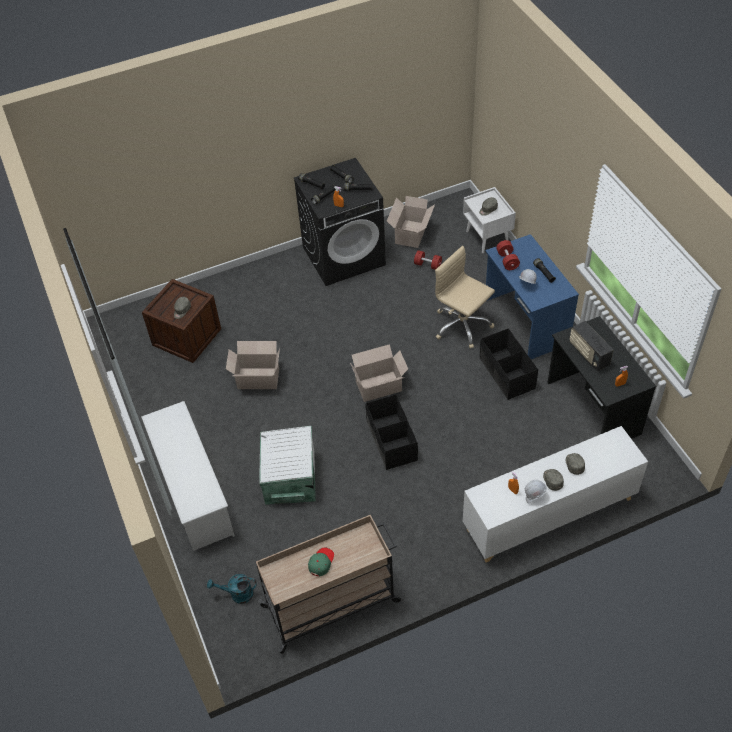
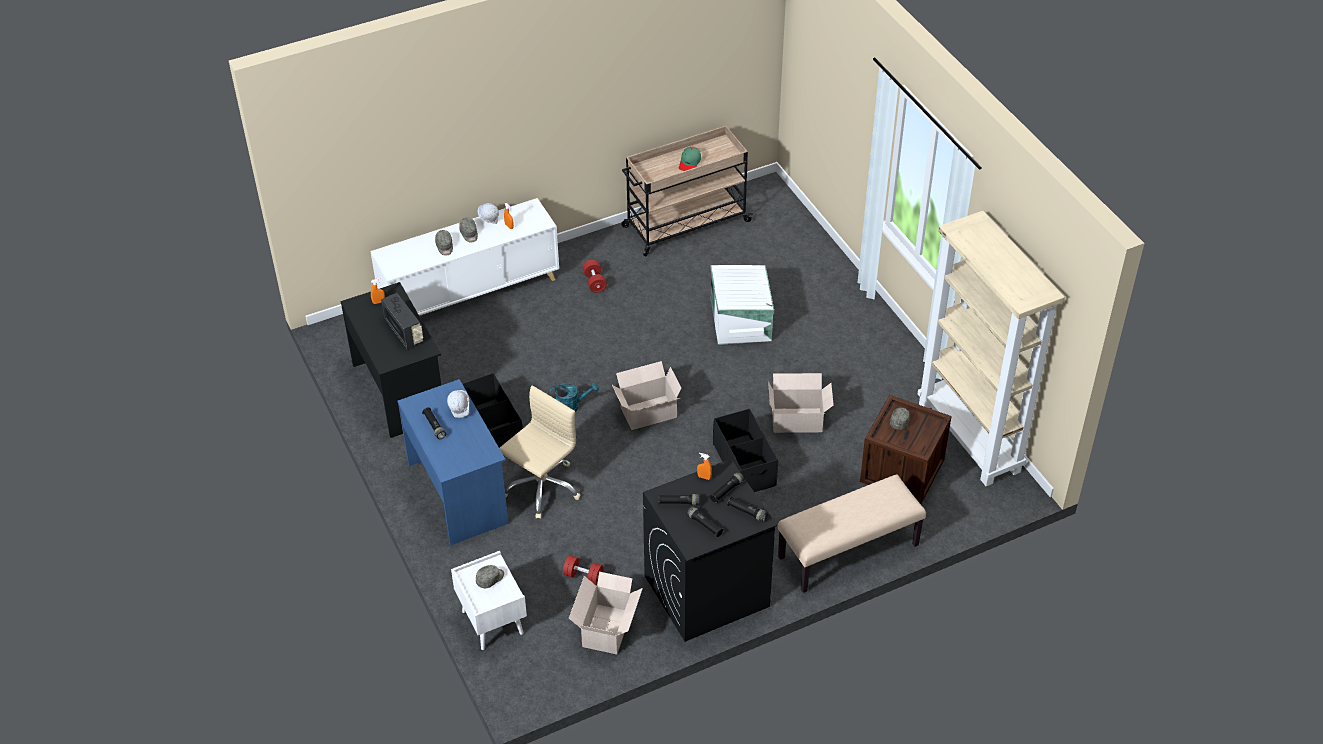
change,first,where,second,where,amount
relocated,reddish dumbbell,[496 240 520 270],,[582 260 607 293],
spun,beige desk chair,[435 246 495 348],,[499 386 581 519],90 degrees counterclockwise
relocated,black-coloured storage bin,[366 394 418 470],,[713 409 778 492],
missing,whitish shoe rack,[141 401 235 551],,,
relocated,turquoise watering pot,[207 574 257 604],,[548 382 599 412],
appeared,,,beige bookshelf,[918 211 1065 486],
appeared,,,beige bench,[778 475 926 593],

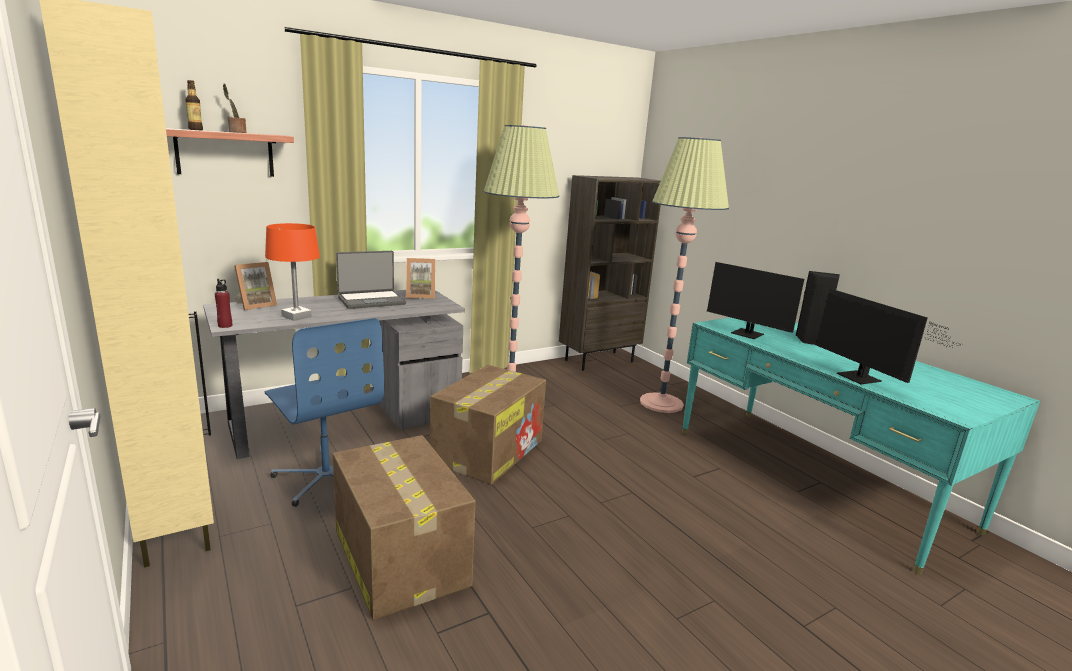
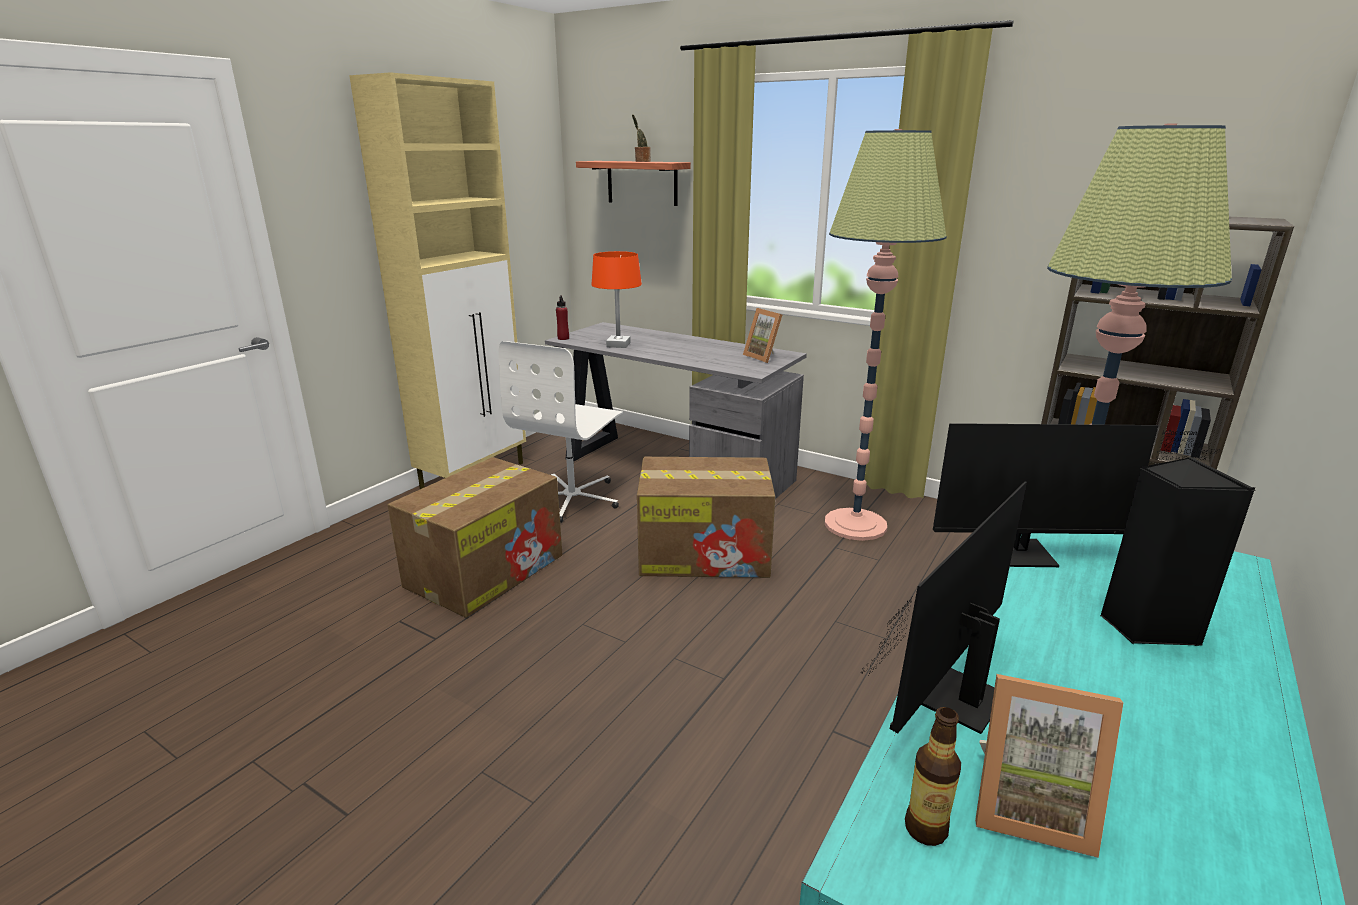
change,first,where,second,where,amount
relocated,drink bottle,[185 80 203 130],,[905 707 961 846],
missing,portable computer,[336 251 406 309],,,
relocated,picture frame,[234 262 277 310],,[975 674 1123 858],
spun,monitor,[707 262 824 339],,[933 423 1220 567],105 degrees counterclockwise
colour,blue desk chair,[265 318 384 507],whitish desk chair,[498 341 623 523],

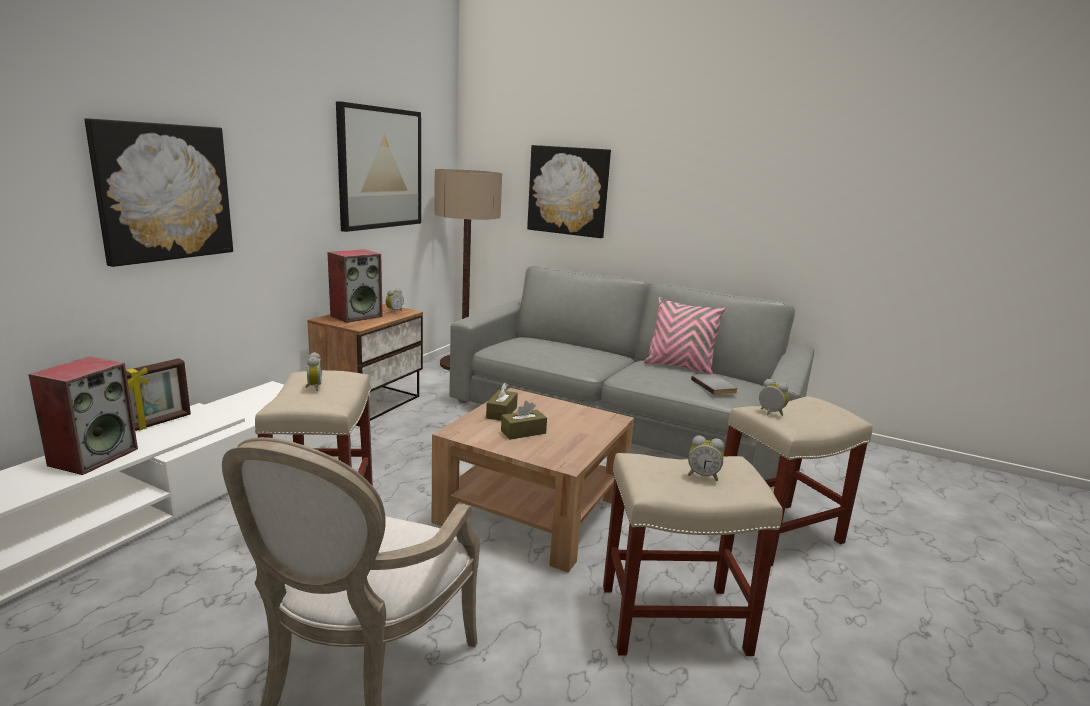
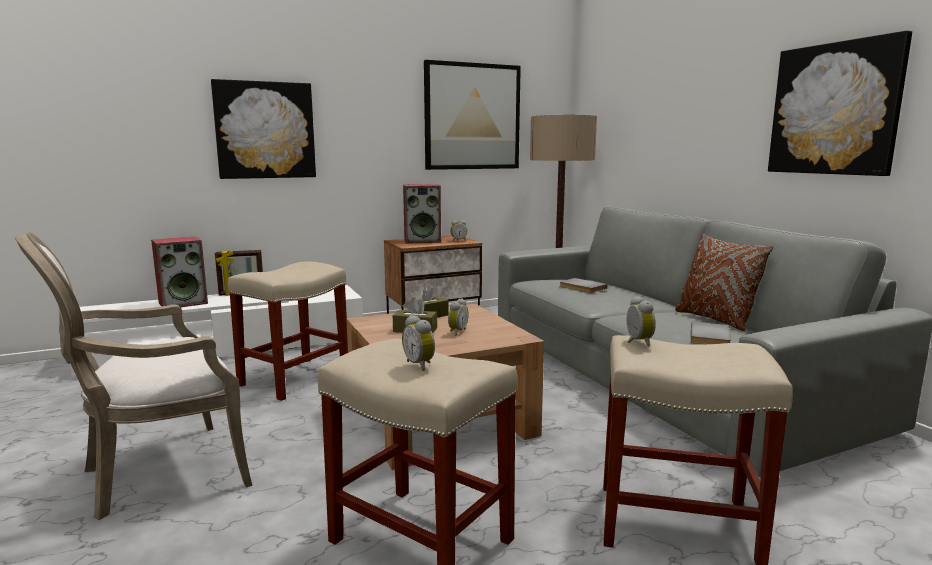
change,first,where,second,where,amount
relocated,wall picture,[527 145 611 238],,[768 30 912 176],
colour,pink cushion,[644 297 726 374],brown cushion,[675 234 773 331],
relocated,bedside clock,[306 352 322 391],,[448 298 469 335],
appeared,,,greyish volume,[560 278 607 293],

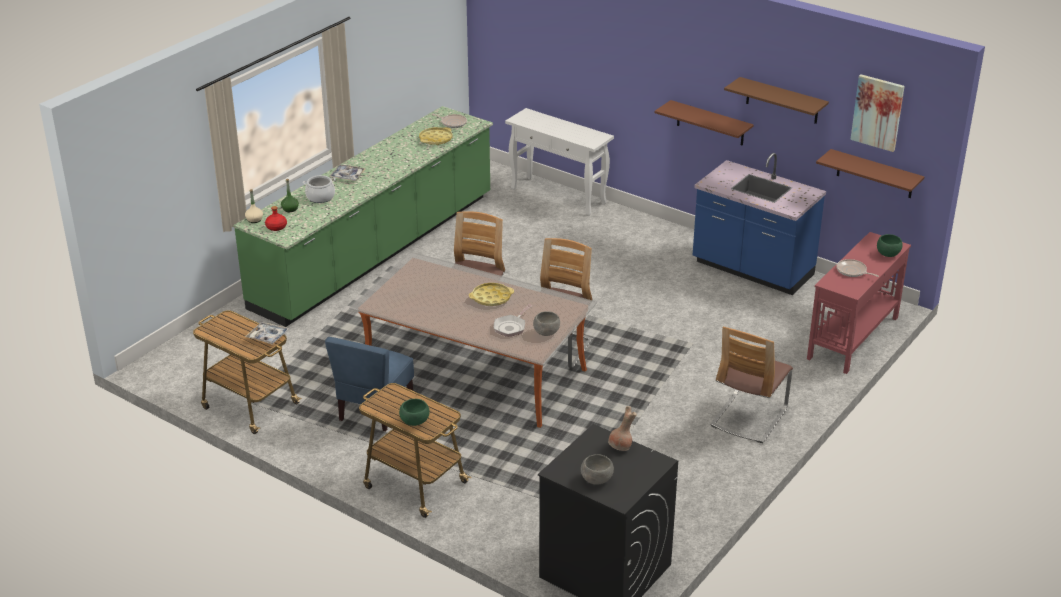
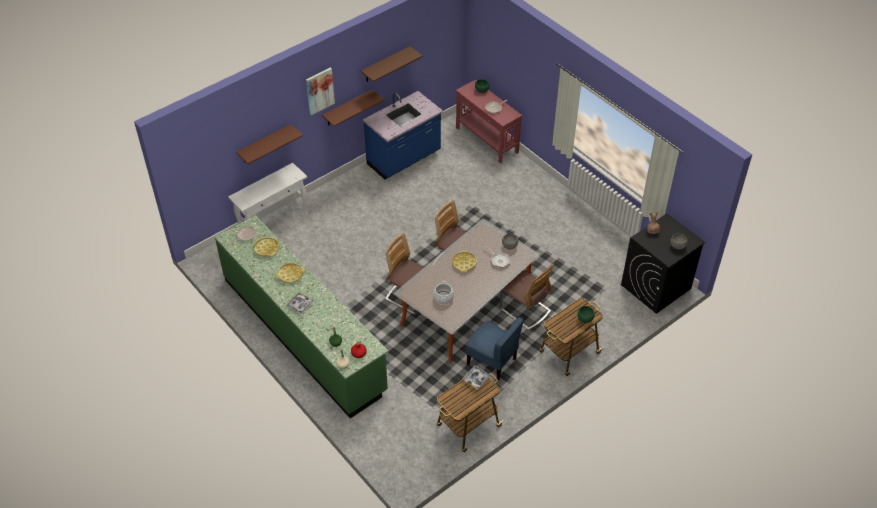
change,first,where,second,where,amount
relocated,wall picture,[850 74 905 152],,[306 68 335 115],
relocated,brown shelf,[816 149 924 198],,[236 124 303 164],
relocated,stockpot,[303 175 336 203],,[433 281 454 305],
relocated,upright chair,[711 326 793 443],,[500 264 554 330],
appeared,,,yellow-coloured serving tray,[275 263 305 283],

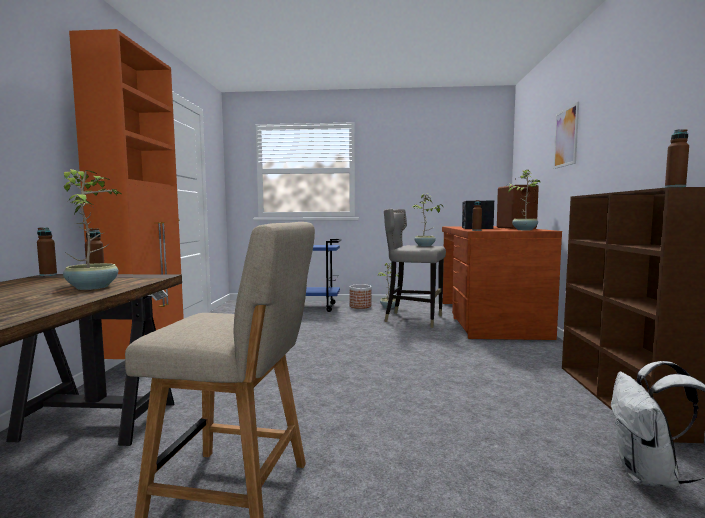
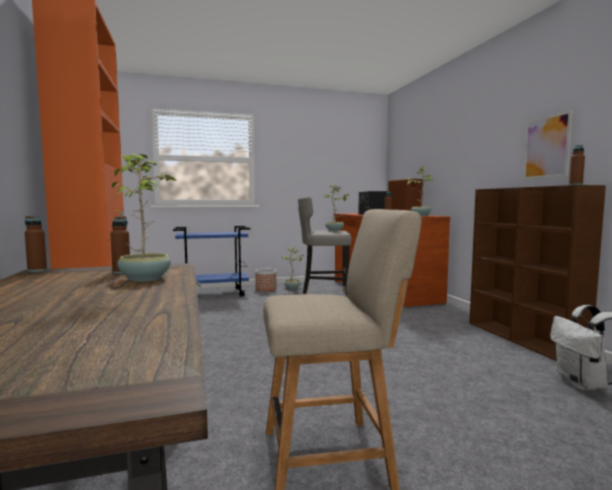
change,first,where,second,where,amount
relocated,wall picture,[553 102 579 169],,[523 110 573 180],

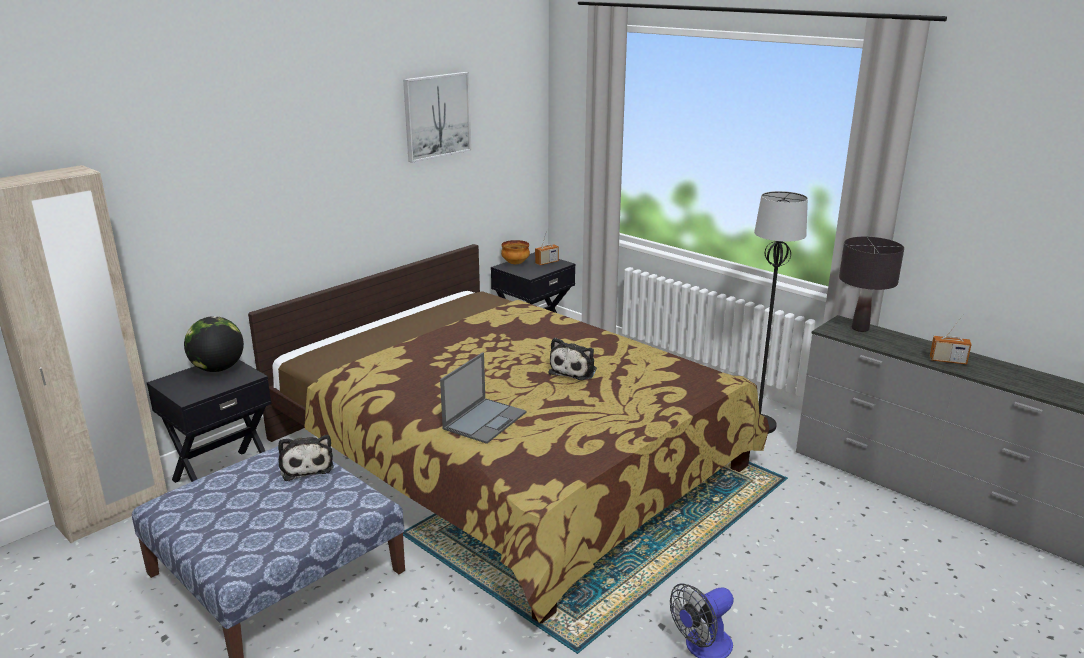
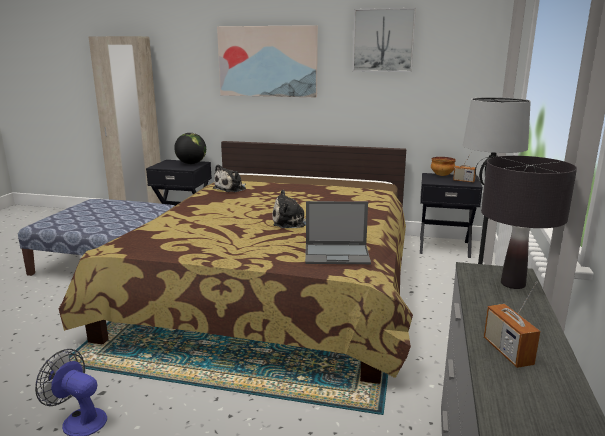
change,first,where,second,where,amount
relocated,portable computer,[440 352 527 444],,[305 201 371 264],
relocated,plush toy,[278 435 334 481],,[213 164 246 192],
appeared,,,wall picture,[217 25 318 97],

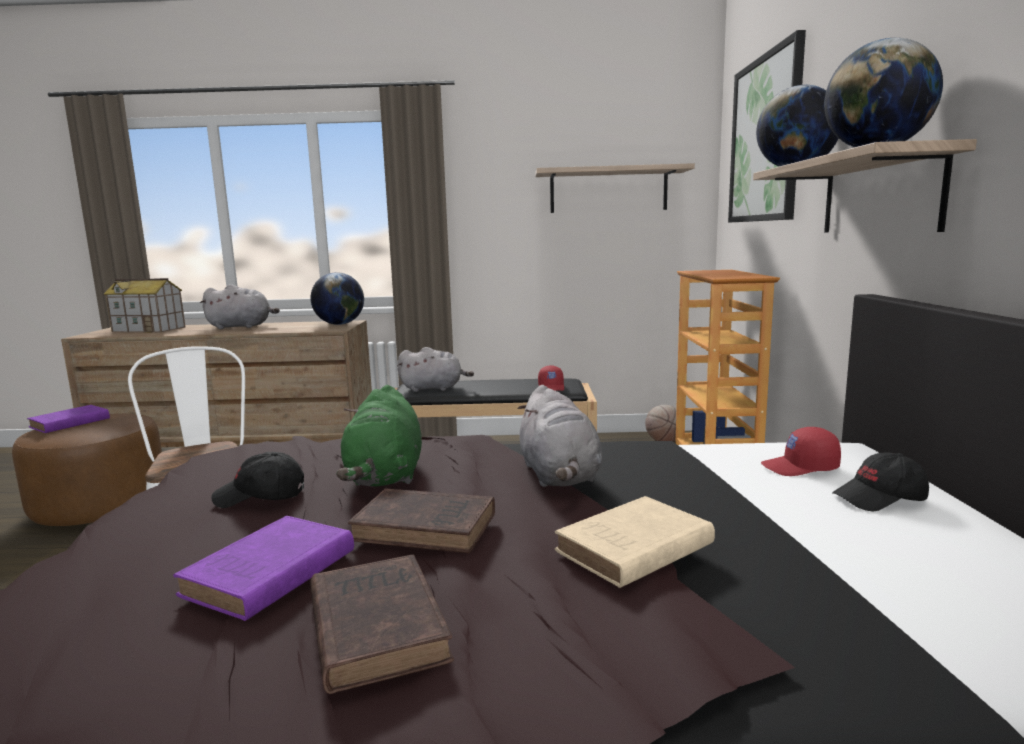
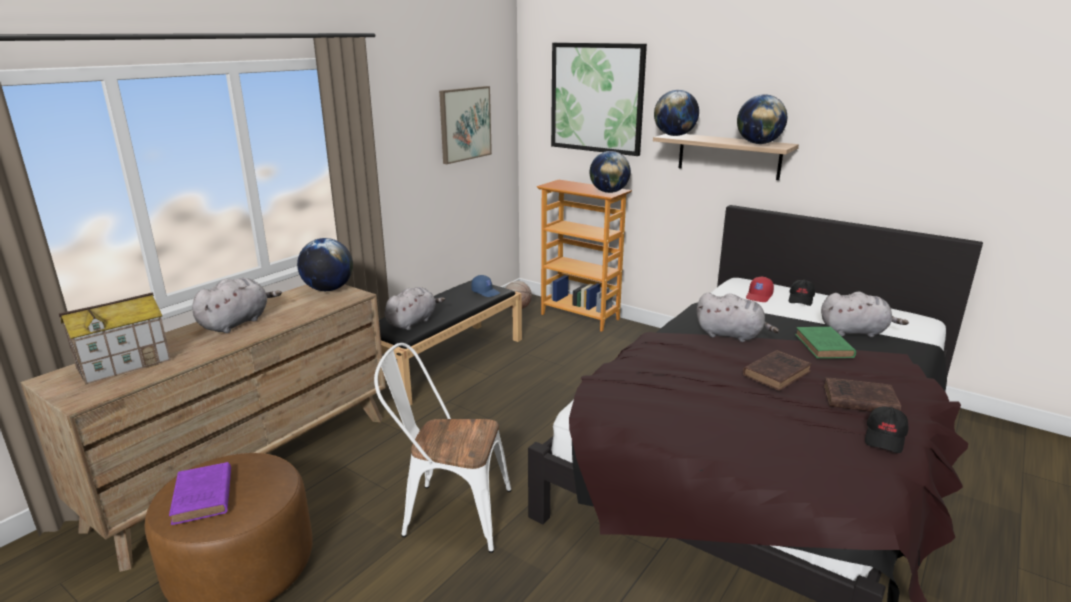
change,first,where,second,where,amount
exchanged,shelf,[535 163 695 213],wall picture,[439 86 492 164],
colour,reddish cap,[538 365 564 391],blue cap,[471 275 500 297],
missing,greenish plush toy,[336 385 422 487],,,
relocated,black-coloured cap,[212 452 304 508],,[865 406 908 453],
colour,beige volume,[555 496 715 588],greenish volume,[795 327 856 359],
missing,purple-coloured volume,[173 516 354 621],,,
appeared,,,globe,[590 151 631 193],
appeared,,,greyish plush toy,[821 292 909 337],

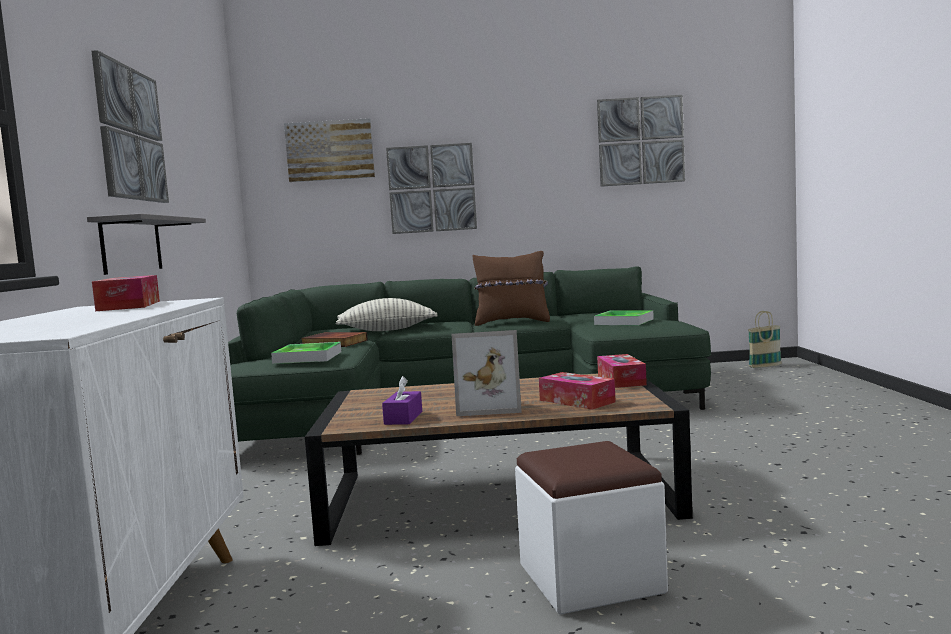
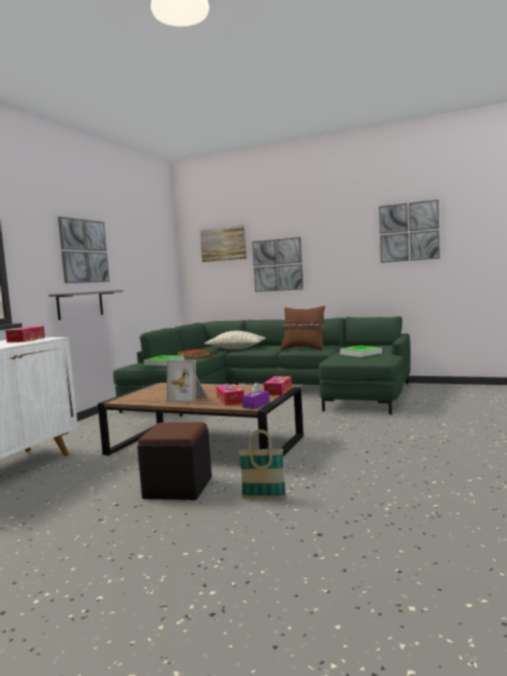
change,first,where,second,where,amount
relocated,household basket,[748 311 782 368],,[238 429 287 500],
relocated,purple-coloured tissue box,[382 376 422 425],,[242 382 270 409],
colour,whitish footrest,[515 441 668 615],black-coloured footrest,[137 422 212 500],

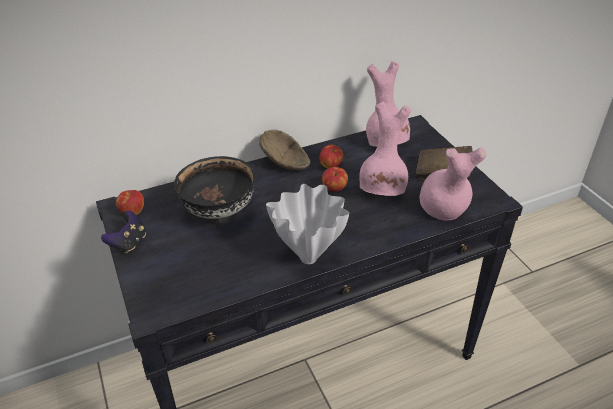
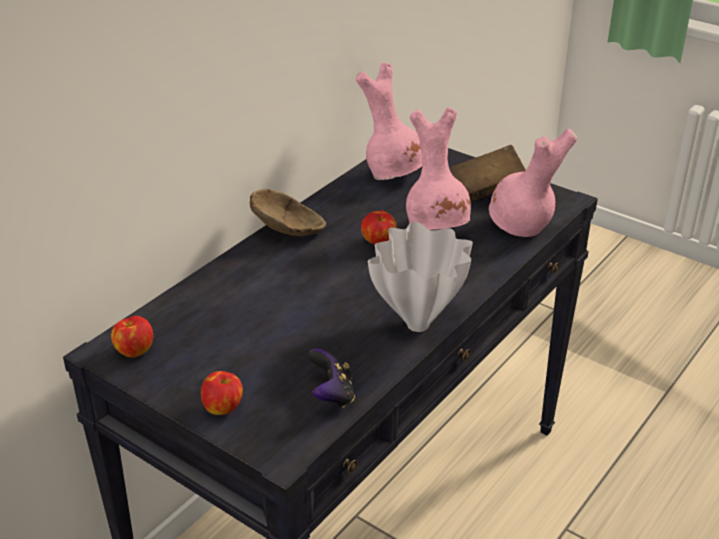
change,first,where,second,where,amount
relocated,apple,[319 144 343 168],,[201 371 243 415],
missing,black-coloured deep dish,[174 156 255 225],,,
relocated,game controller,[101 211 146 254],,[308 348 355 408],

